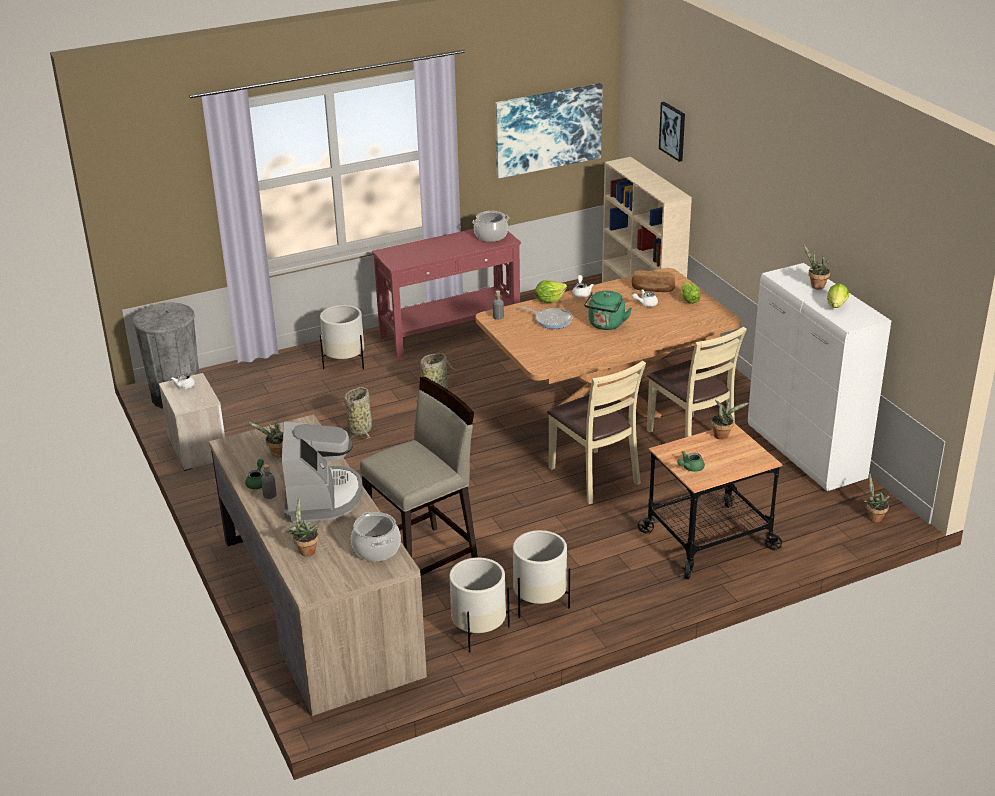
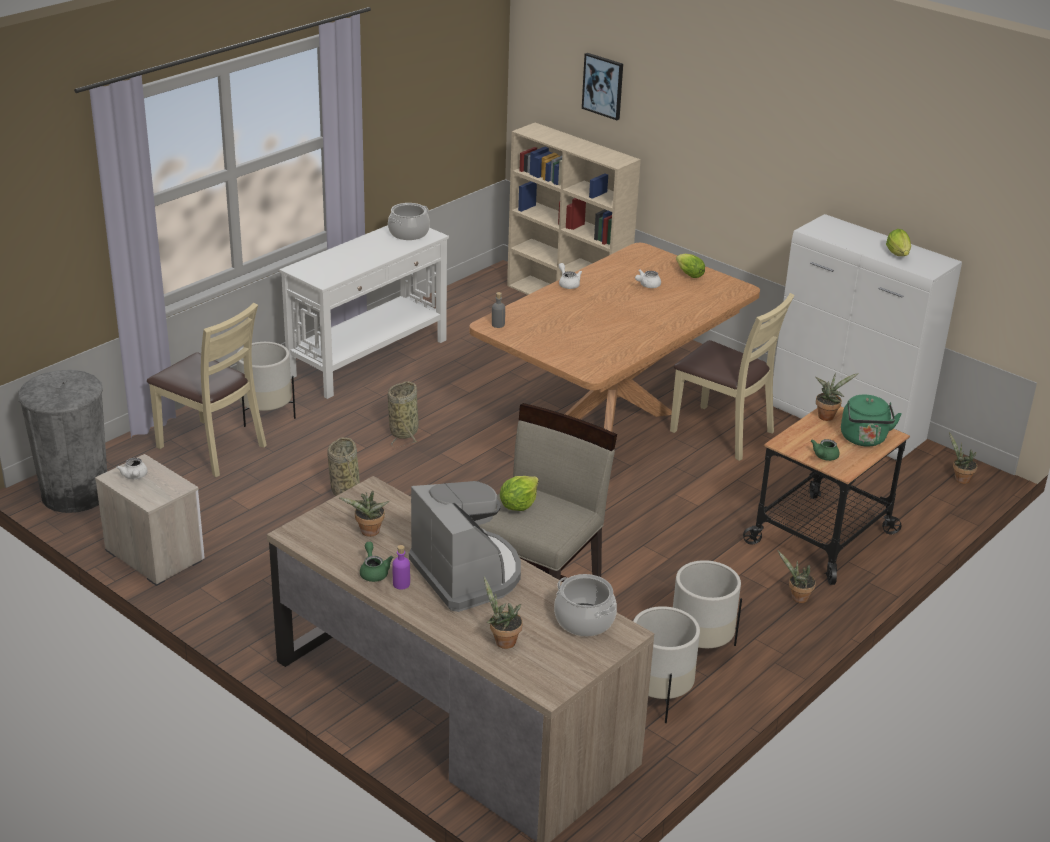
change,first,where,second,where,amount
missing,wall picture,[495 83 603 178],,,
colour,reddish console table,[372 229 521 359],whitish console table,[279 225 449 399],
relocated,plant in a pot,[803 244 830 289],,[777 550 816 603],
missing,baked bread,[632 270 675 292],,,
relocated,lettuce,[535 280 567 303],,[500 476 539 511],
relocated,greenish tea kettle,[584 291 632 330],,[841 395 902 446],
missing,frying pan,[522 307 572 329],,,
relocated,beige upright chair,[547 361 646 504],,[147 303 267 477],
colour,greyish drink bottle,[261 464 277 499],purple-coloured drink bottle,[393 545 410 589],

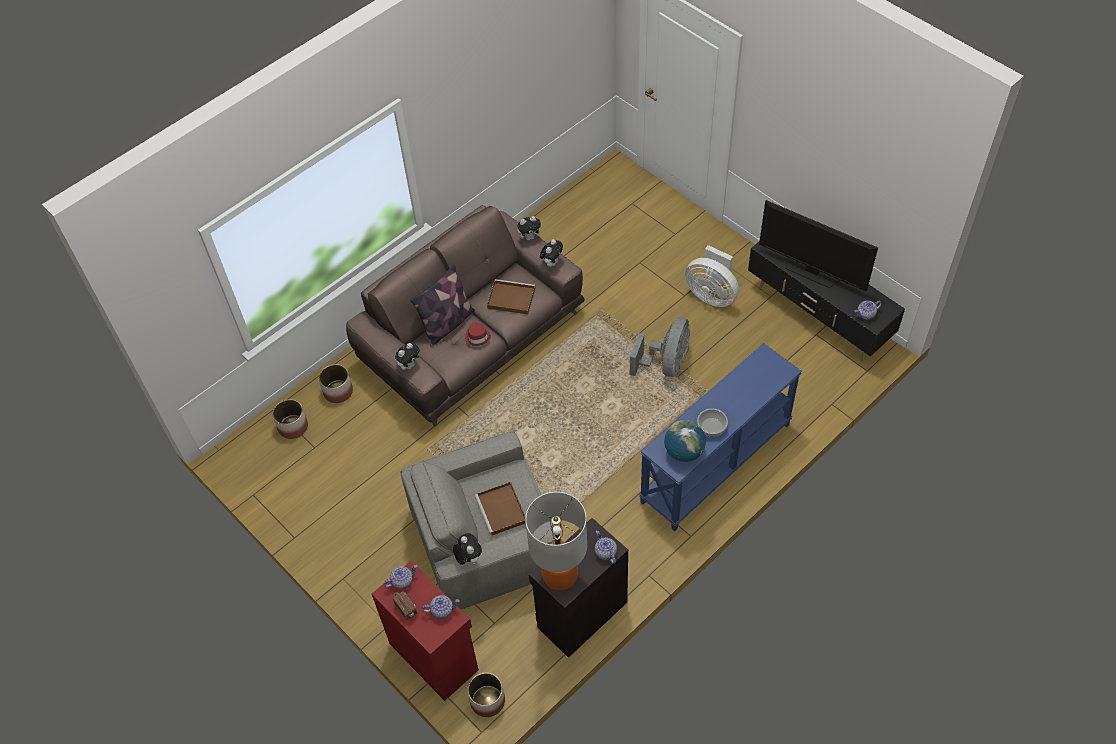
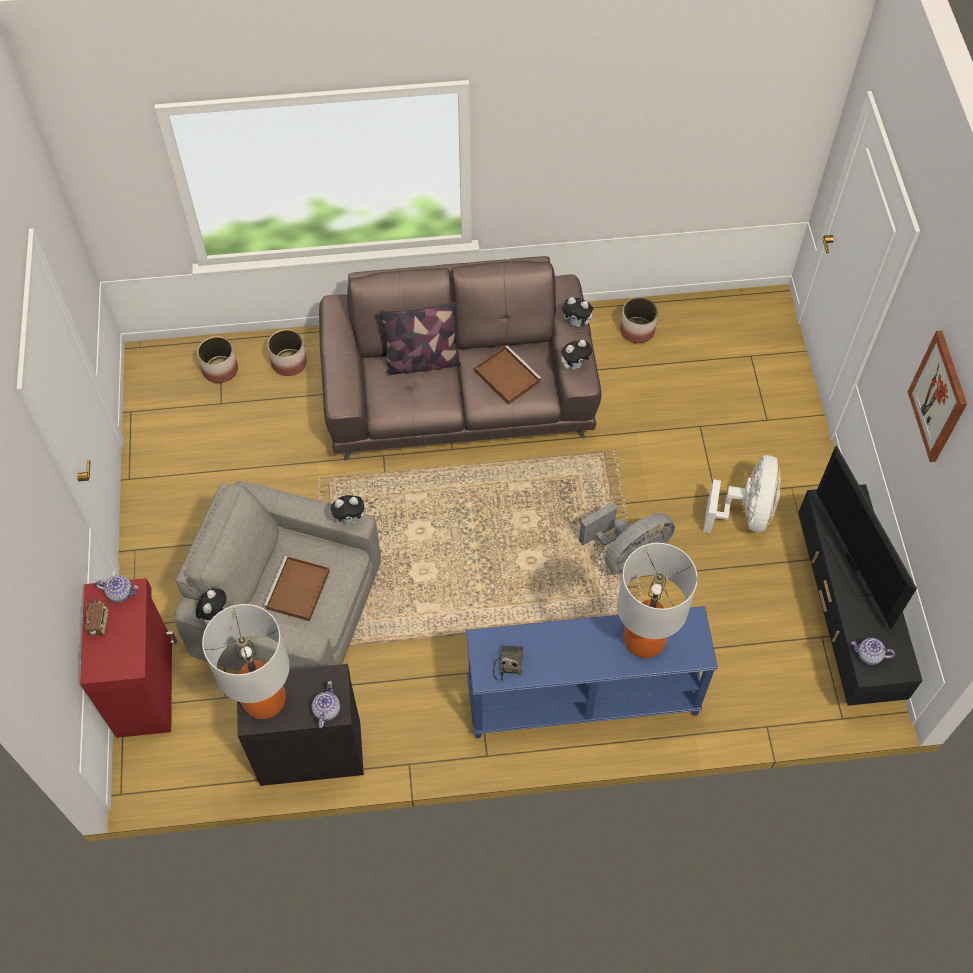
change,first,where,second,where,amount
spun,whitish cooling fan,[685 245 739 307],,[703 455 780 533],150 degrees counterclockwise
missing,reddish hat,[465 323 491 346],,,
relocated,plush toy,[395 343 420 370],,[331 495 370 524],
missing,deep dish,[697 408 728 437],,,
exchanged,globe,[664 420 706 462],radio,[493 645 523 680],
missing,teapot,[422 595 460 619],,,
relocated,plant pot,[467 673 505 717],,[620 297 658 344],
appeared,,,wall picture,[908 331 967 462],
appeared,,,lamp for a table,[617 543 698 658],

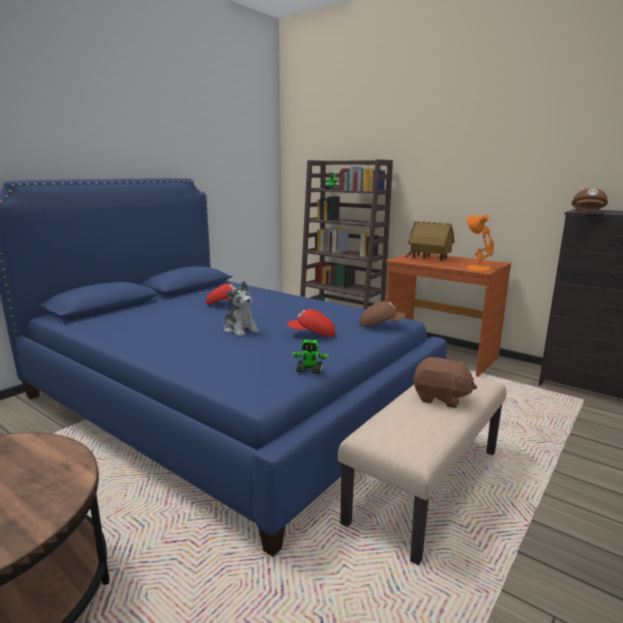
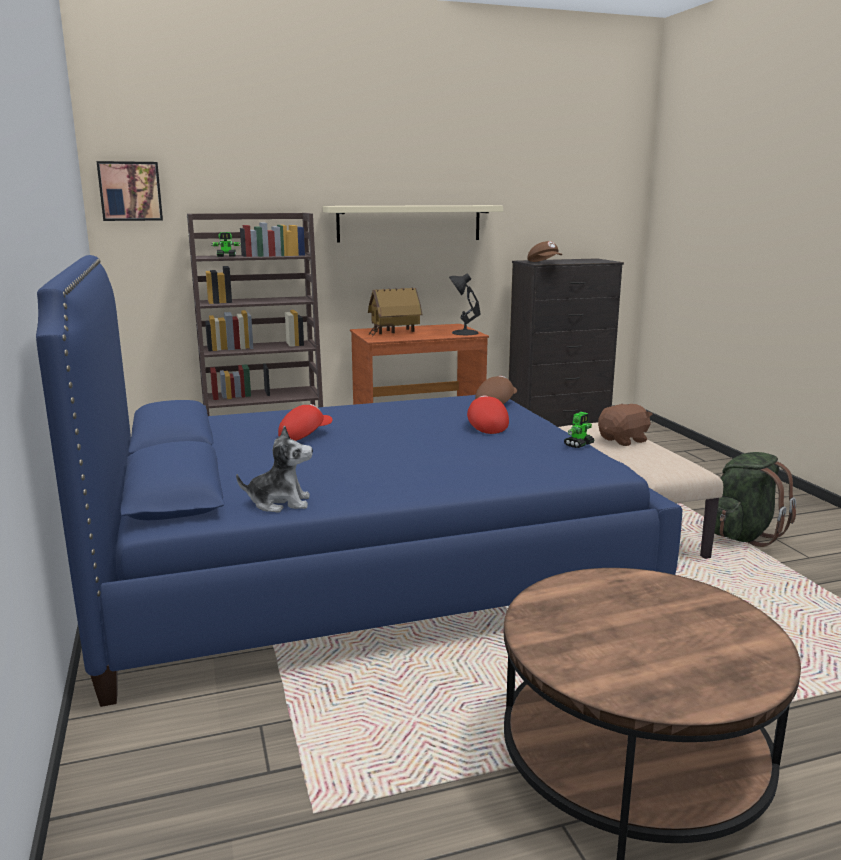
change,first,where,second,where,amount
colour,orange-coloured lamp for a table,[466 214 494 271],black-coloured lamp for a table,[449 274 481 335],
relocated,plush toy,[224 281 259 336],,[236 425 313 512],
spun,reddish cap,[287 309 335 337],,[467 395 509 434],135 degrees clockwise
appeared,,,wall picture,[96 161 163 221],
appeared,,,beige shelf,[323 205 503 243],
appeared,,,greenish rucksack,[714 452 796 547],

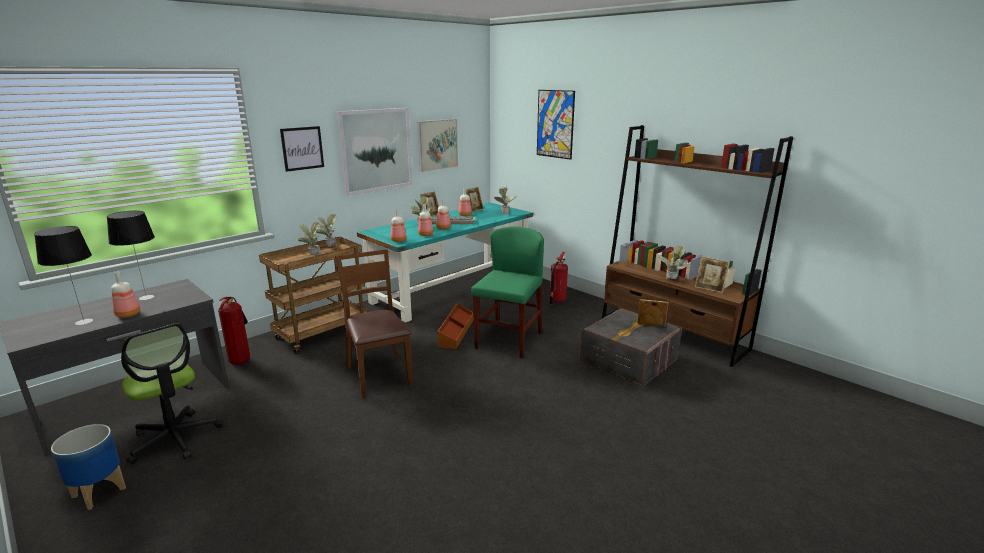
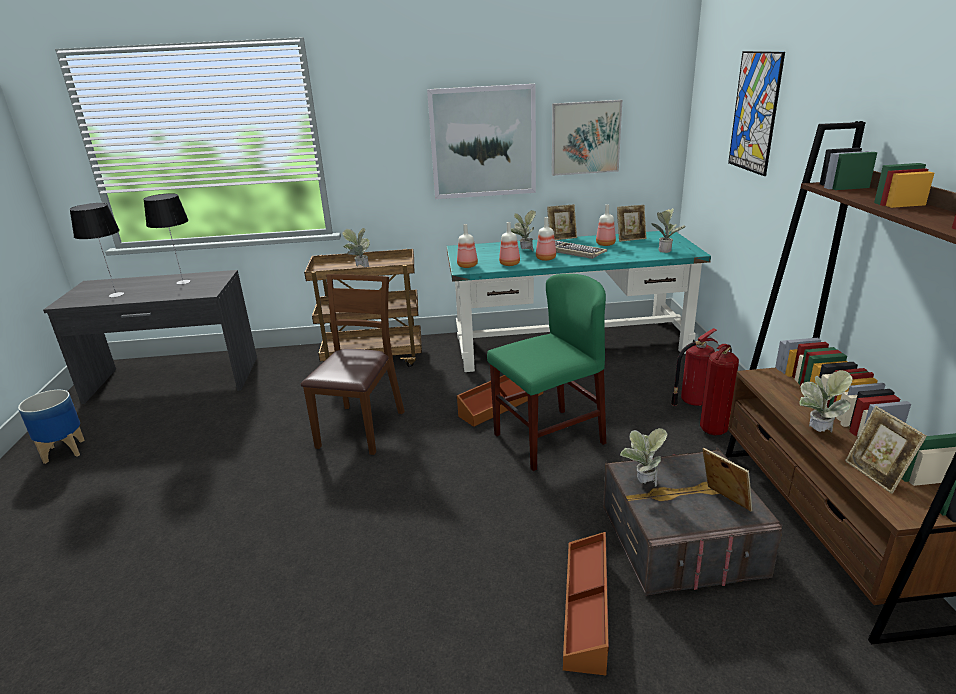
change,first,where,second,where,amount
missing,wall picture,[280 126 324 172],,,
relocated,plant in a pot,[316 214 337 247],,[620 428 668 487],
missing,drink bottle,[111 272 140 318],,,
relocated,extinguisher,[218 297 250 365],,[700 344 739 435],
missing,desk chair,[121 323 223 464],,,
appeared,,,brown storage bin,[563 532 609 675],

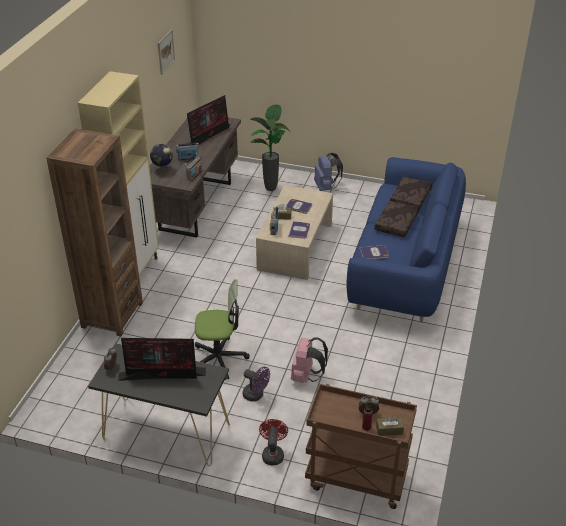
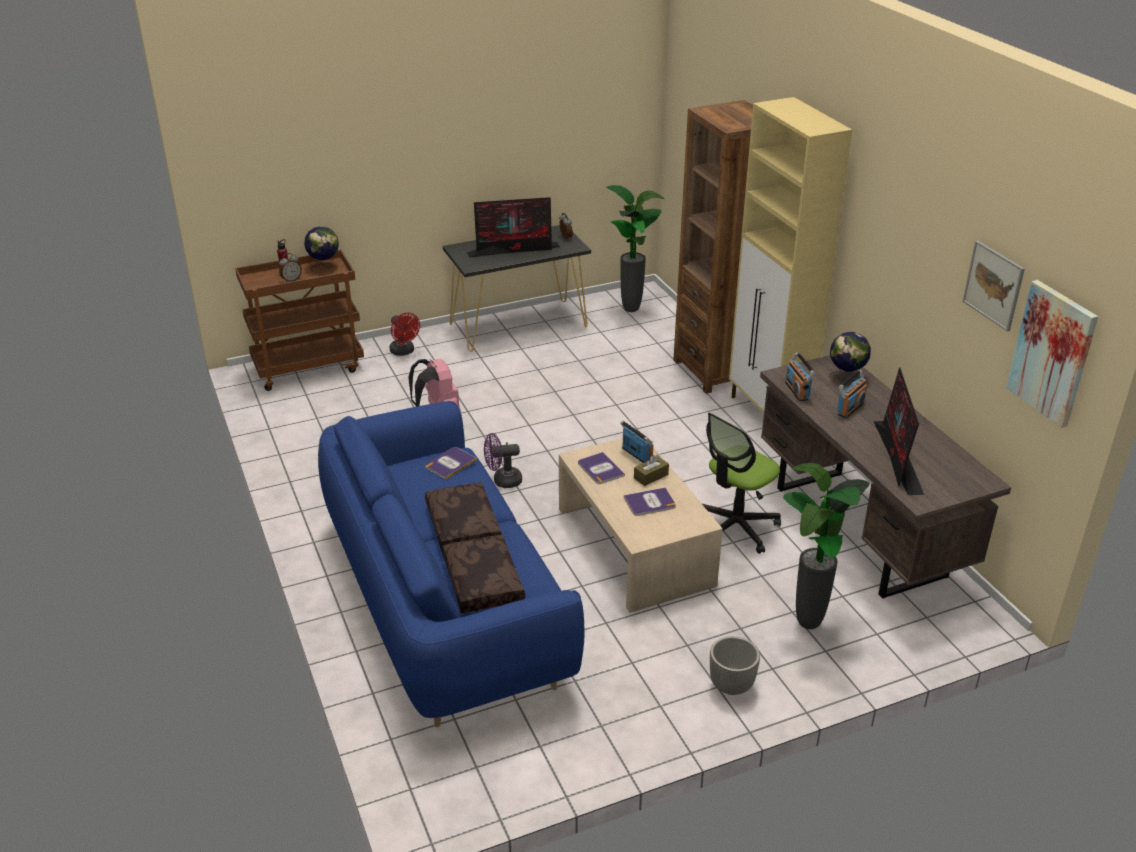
change,first,where,second,where,amount
exchanged,blue rucksack,[314 153 343 191],plant pot,[710 636 760 695],
relocated,desk chair,[195 279 249 380],,[701 412 781 554],
spun,monitor,[118 338 206 381],,[467 197 560 258],150 degrees counterclockwise
relocated,purple-coloured cooling fan,[243 367 270 402],,[484 433 522 488],
missing,brown tissue box,[376 417 404 436],,,
appeared,,,plant in a pot,[606 185 664 312],
appeared,,,globe,[304 226 339 272],
appeared,,,wall picture,[1006 280 1098 428],

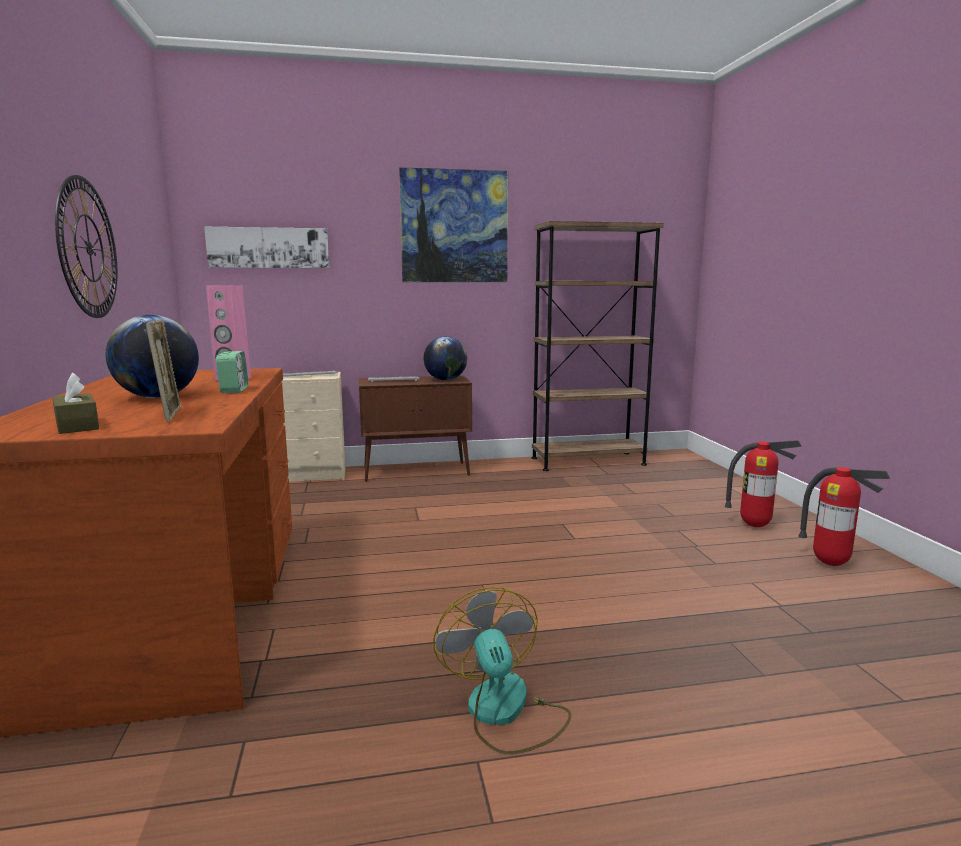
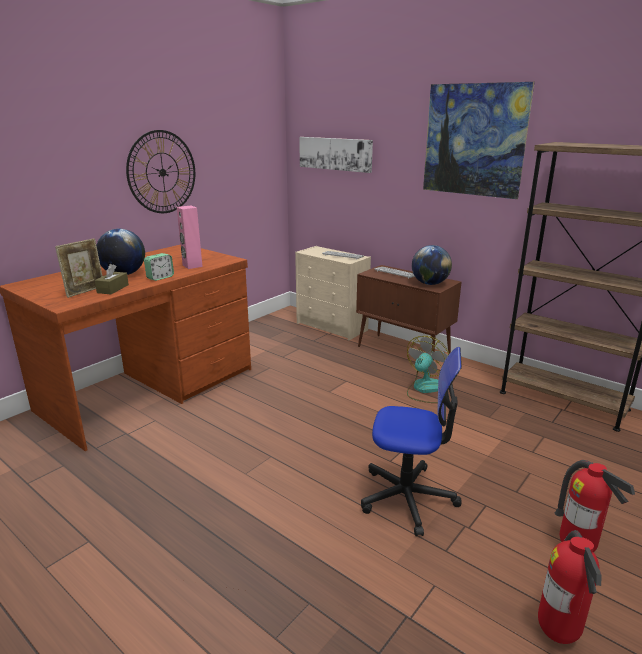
change,first,where,second,where,amount
relocated,brown tissue box,[52 372 99 434],,[95 264 129 294],
relocated,cooling fan,[433 587 571 755],,[407 336 449 403],
appeared,,,desk chair,[361 347 462 536],

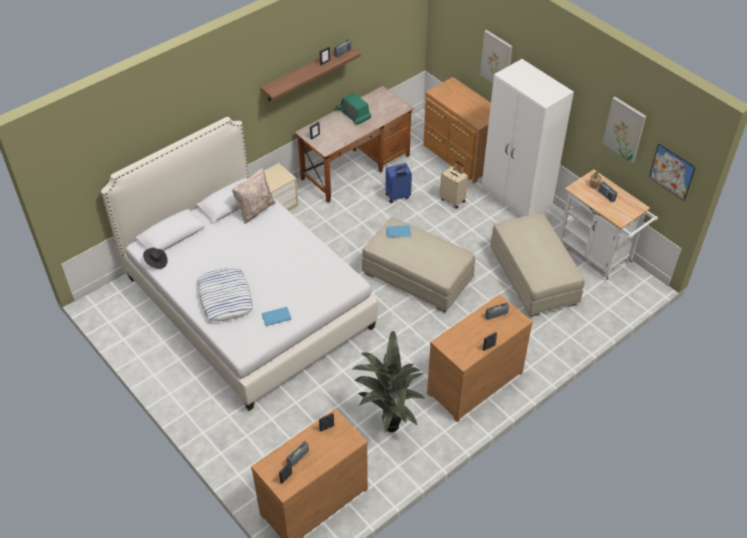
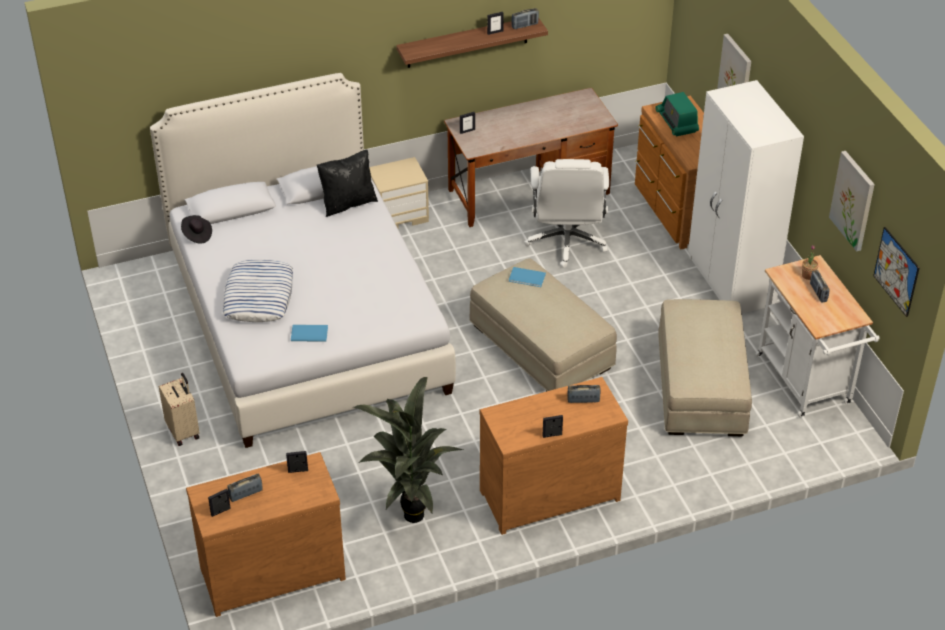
change,first,where,second,where,amount
relocated,radio,[336 92 371 125],,[656 92 699 136],
relocated,beige travel case,[439 161 468 209],,[159 373 200 446],
exchanged,blue travel case,[386 163 412 203],whitish desk chair,[524 159 609 268],
colour,beige cushion,[232 168 276 224],black-coloured cushion,[317 150 378 217],

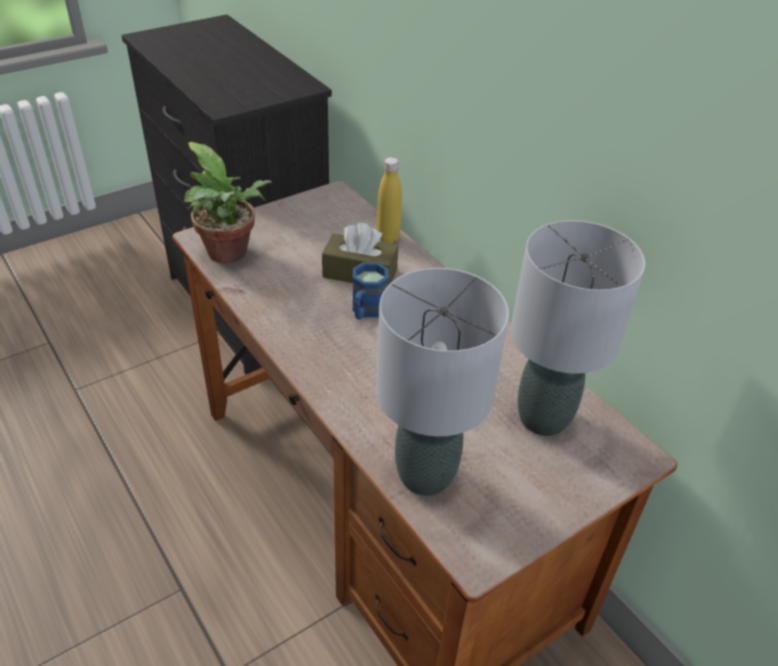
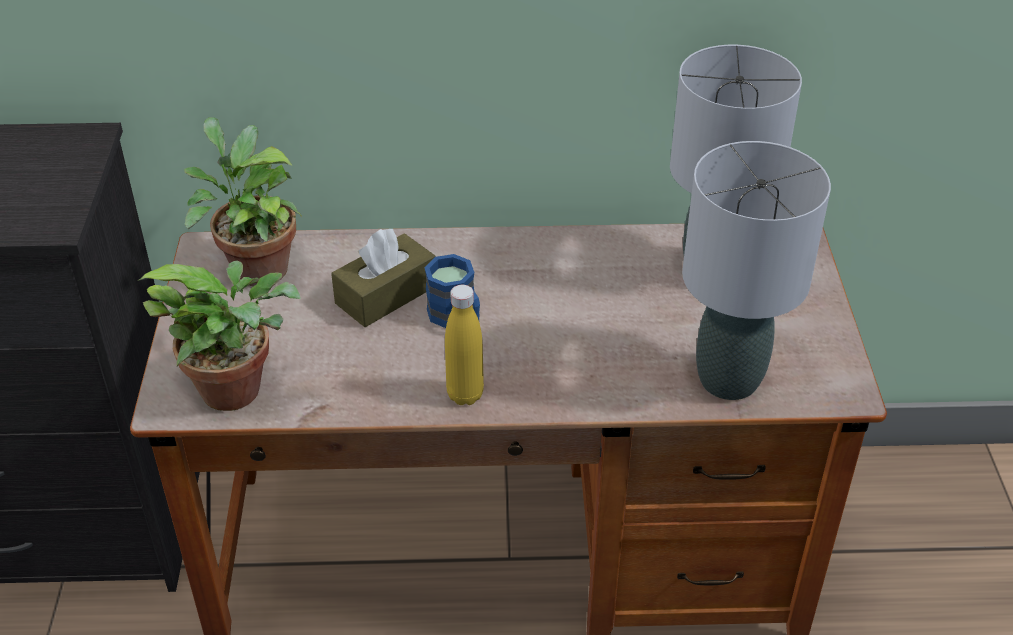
change,first,where,second,where,amount
relocated,yellow-coloured drink bottle,[377 157 402 243],,[445 285 484 405],
appeared,,,plant in a pot,[184 117 302 286],

